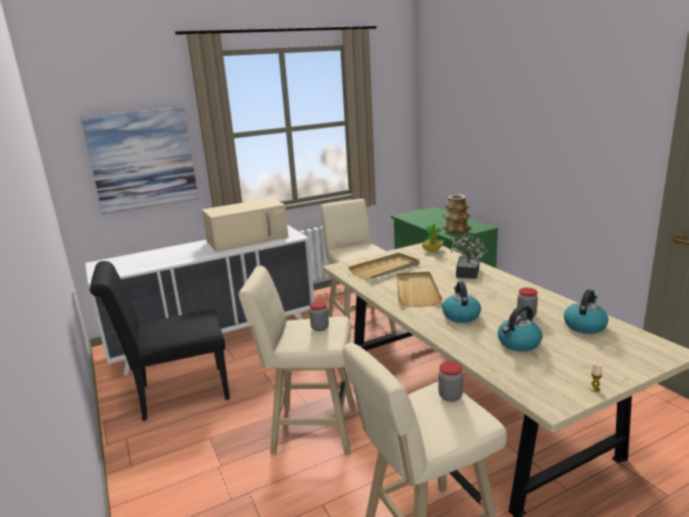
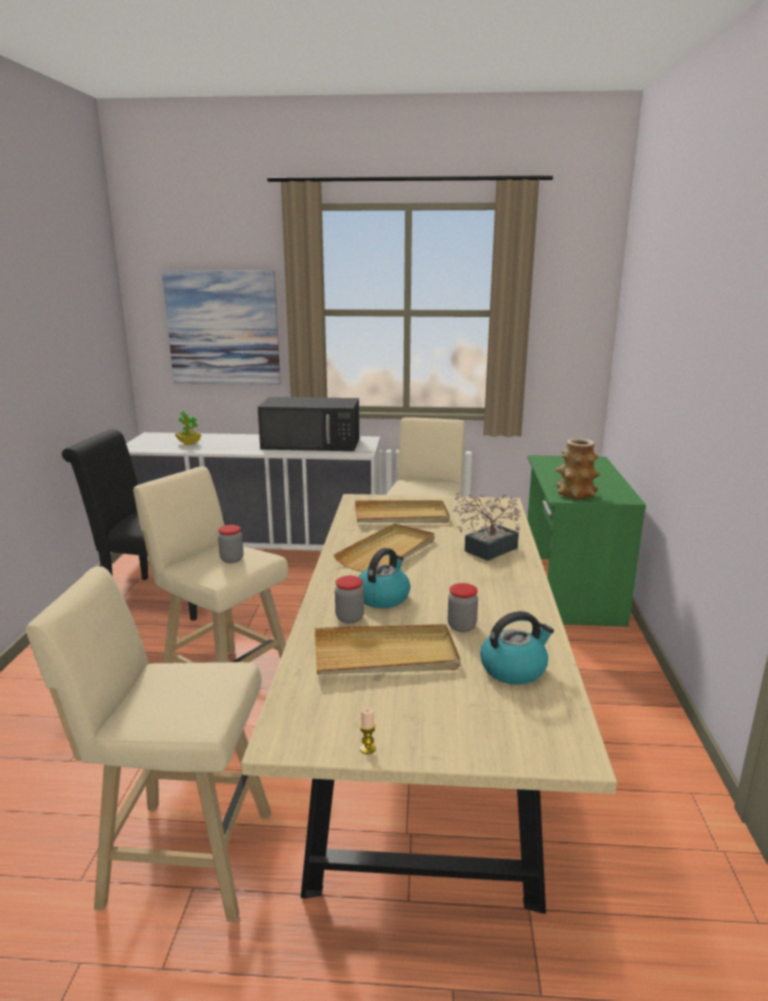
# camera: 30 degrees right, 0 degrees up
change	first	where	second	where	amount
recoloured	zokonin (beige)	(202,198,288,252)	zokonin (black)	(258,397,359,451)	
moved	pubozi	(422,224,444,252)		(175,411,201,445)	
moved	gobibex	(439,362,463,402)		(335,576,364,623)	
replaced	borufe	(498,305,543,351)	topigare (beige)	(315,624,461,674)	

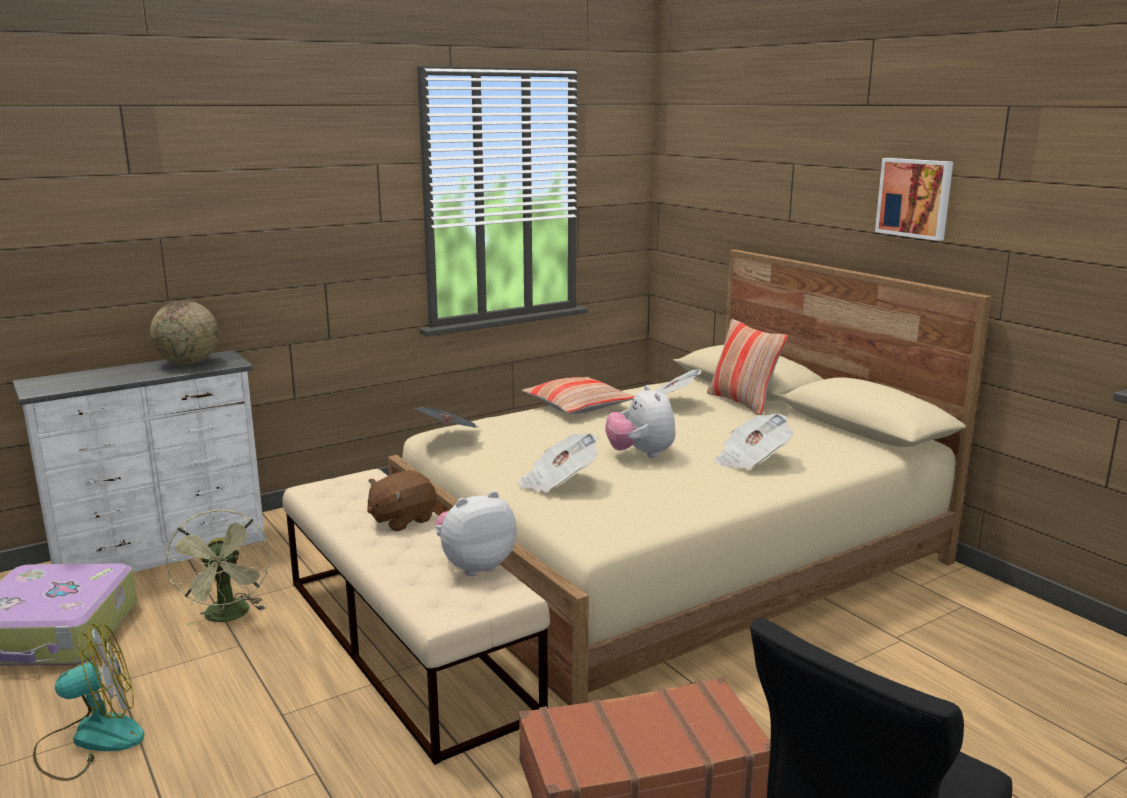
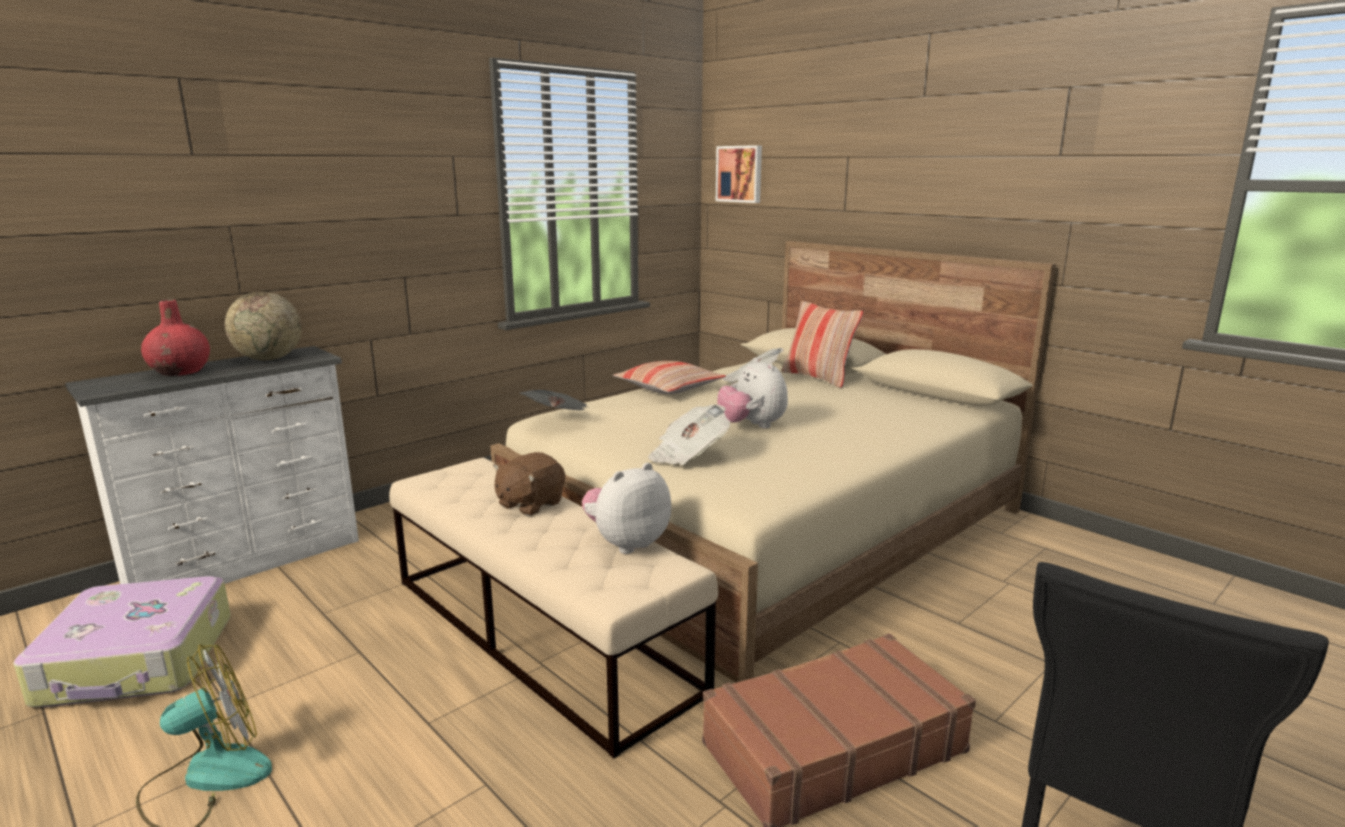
# camera: 10 degrees left, 0 degrees up
change	first	where	second	where	amount
removed	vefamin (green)	(166,509,271,626)			
removed	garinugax	(714,414,793,470)			
moved	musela	(875,158,953,241)		(716,145,762,203)	
added			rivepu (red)	(141,300,210,376)	

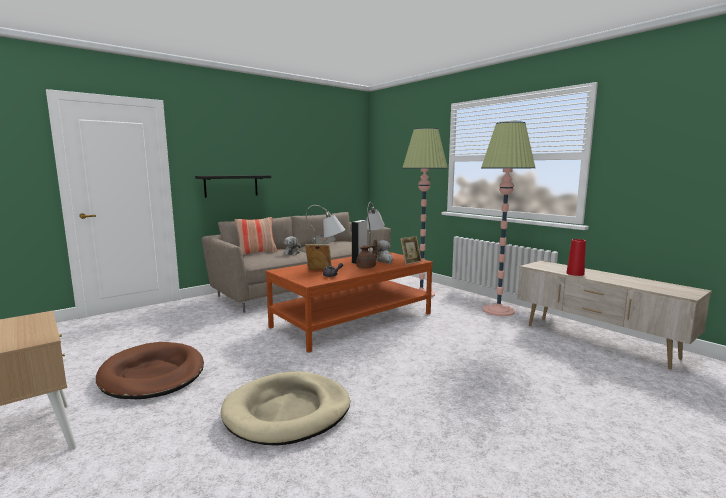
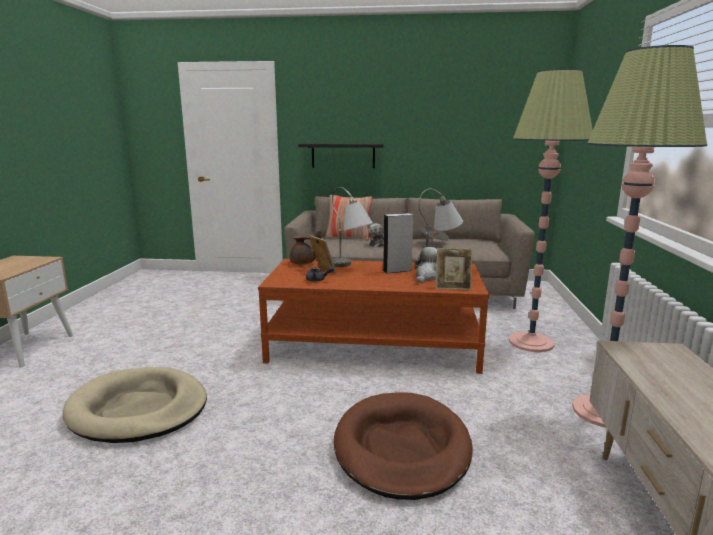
# camera: 45 degrees right, 5 degrees up
change	first	where	second	where	amount
moved	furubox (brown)	(96,342,204,399)		(334,392,473,500)	
moved	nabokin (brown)	(356,240,377,269)		(290,231,321,265)	
removed	rivepu (red)	(566,239,586,276)			

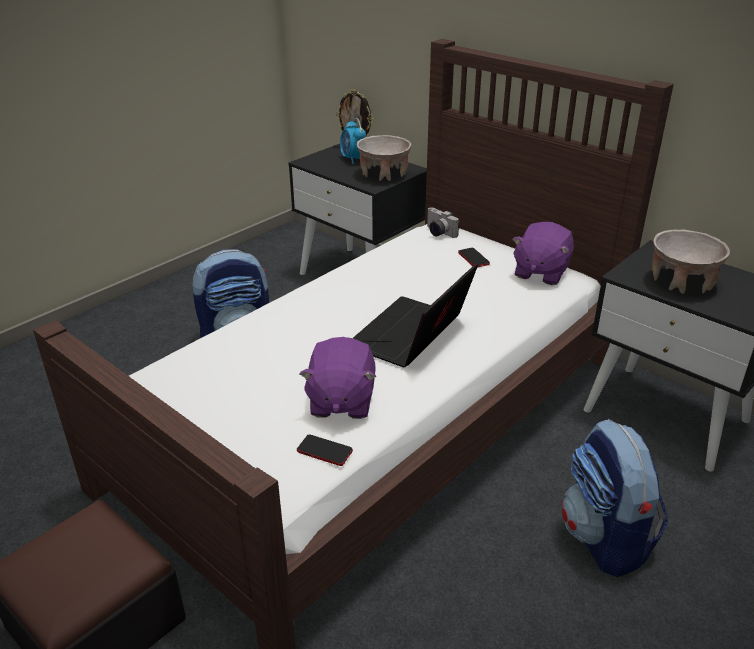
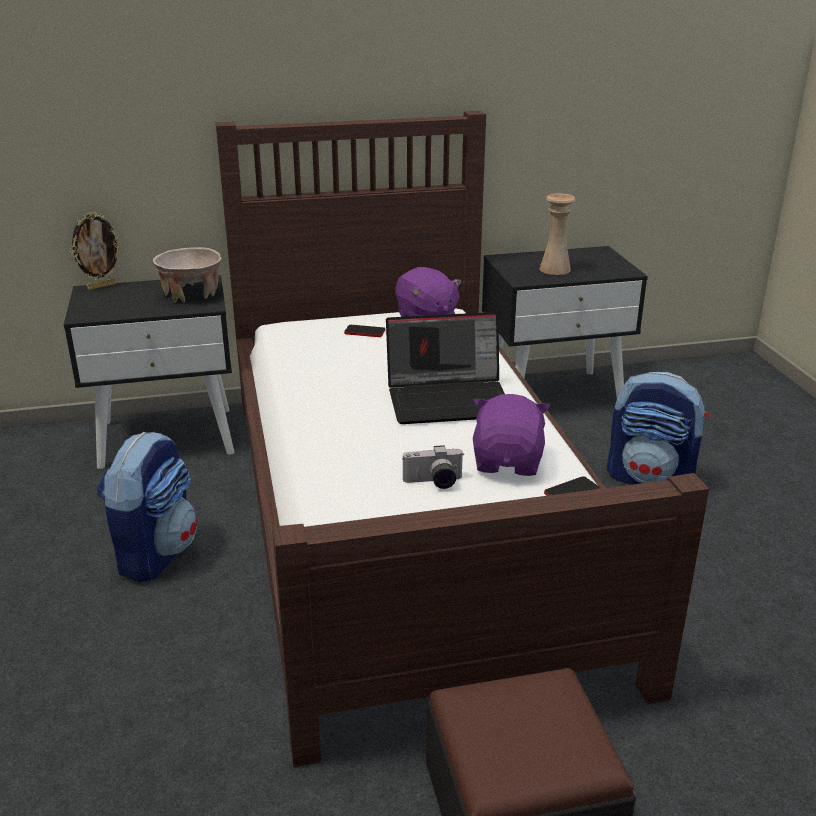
# camera: 55 degrees left, 5 degrees down
change	first	where	second	where	amount
turned	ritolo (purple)	(300,337,376,419)		(473,394,550,476)	120 degrees counterclockwise
removed	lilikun	(340,118,366,164)			
turned	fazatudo	(353,263,478,367)		(386,312,505,424)	75 degrees counterclockwise
moved	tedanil	(427,207,459,238)		(402,445,463,489)	
replaced	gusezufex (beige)	(652,229,730,294)	rivepu (beige)	(539,193,576,275)	

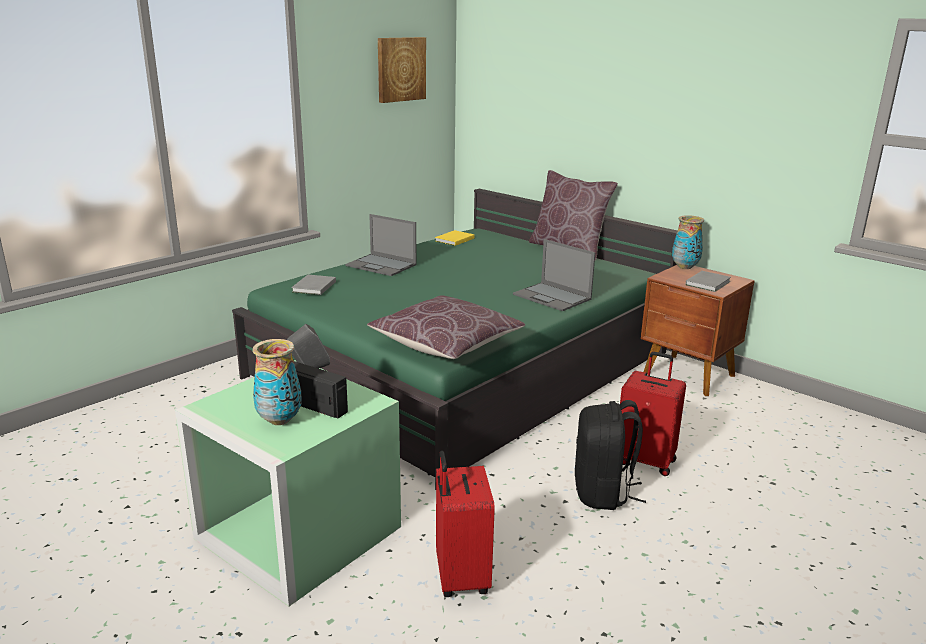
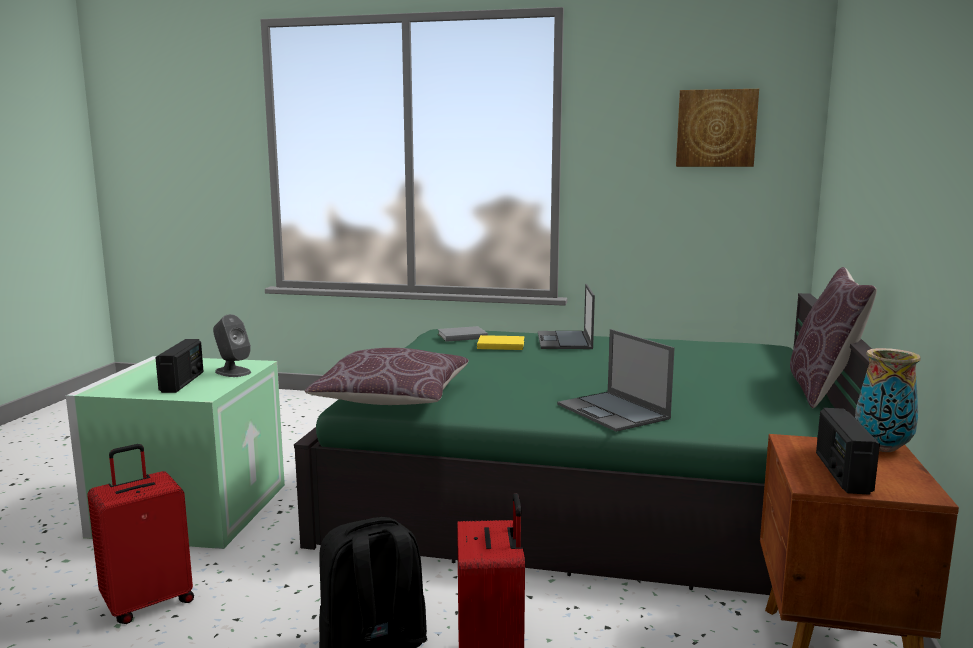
# camera: 60 degrees right, 10 degrees down
change	first	where	second	where	amount
removed	rivepu	(252,339,302,425)			
moved	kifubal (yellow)	(435,230,474,246)		(477,335,524,350)	
turned	fazatudo	(513,239,595,311)		(557,329,675,432)	45 degrees counterclockwise
replaced	kifubal (grey)	(685,271,731,292)	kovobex	(816,408,880,495)	

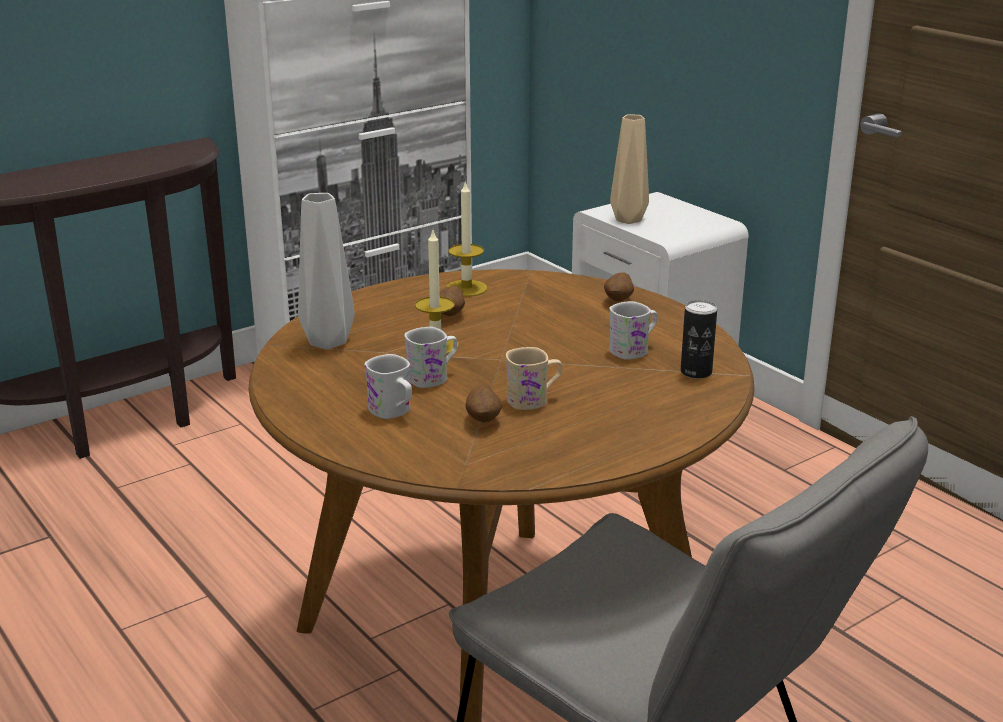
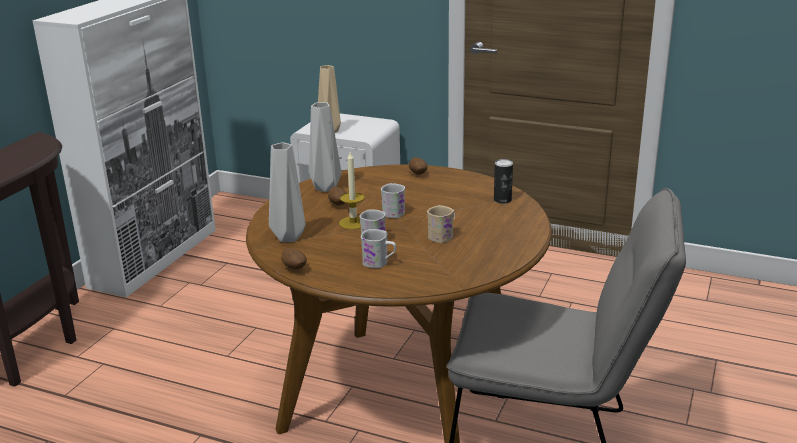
# camera: 30 degrees left, 0 degrees up
change	first	where	second	where	amount
replaced	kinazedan	(446,180,487,297)	rivepu (grey)	(309,102,341,192)	
moved	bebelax	(465,384,502,422)		(281,248,307,270)	
moved	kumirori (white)	(609,301,657,360)		(381,183,405,218)	

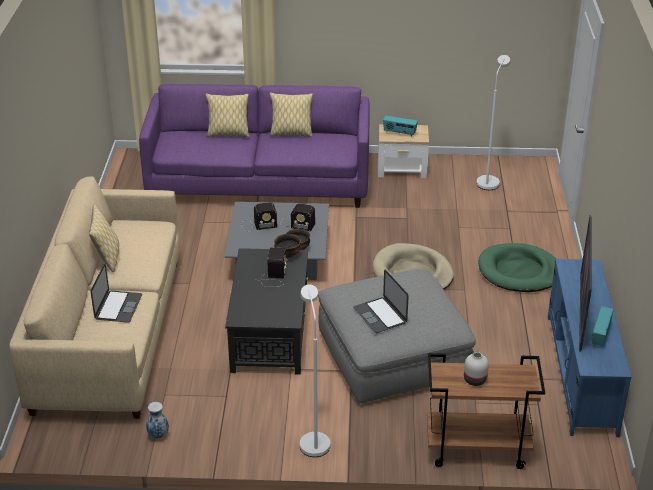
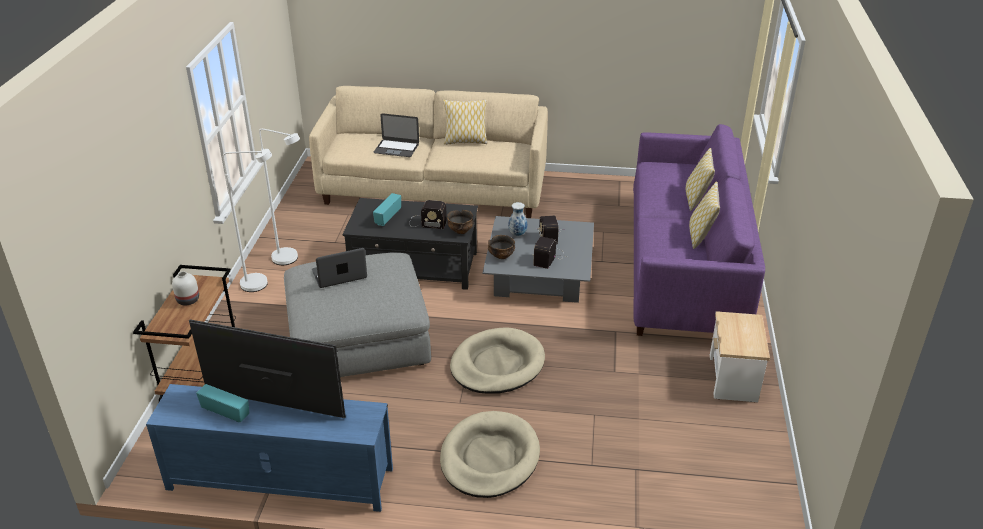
# camera: 95 degrees right, 0 degrees up
change	first	where	second	where	amount
moved	rivepu	(146,402,169,438)		(508,202,527,236)	
moved	kovobex	(383,116,418,136)		(373,193,401,226)	
moved	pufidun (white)	(476,55,510,190)		(259,129,300,265)	
recoloured	furubox (green)	(478,243,556,292)	furubox (beige)	(440,411,540,498)	

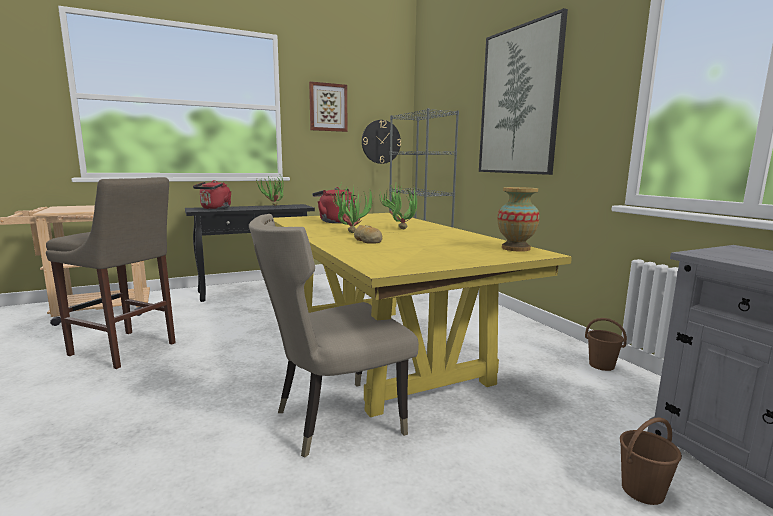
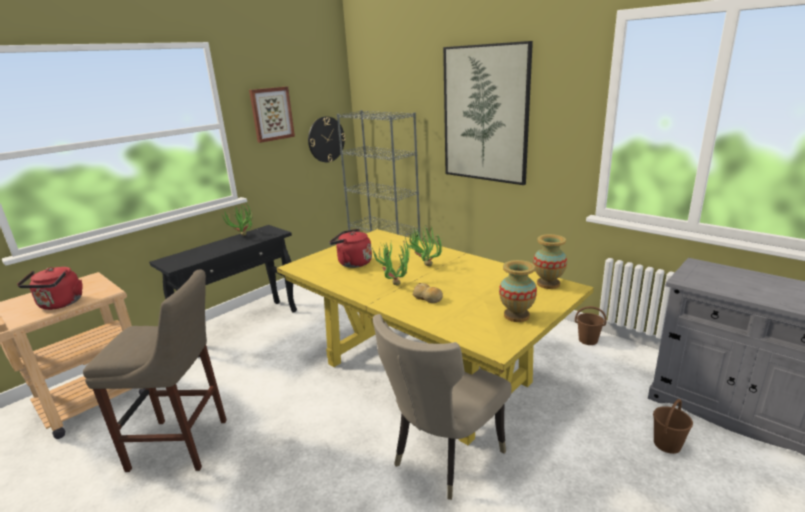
# camera: 20 degrees left, 10 degrees up
change	first	where	second	where	amount
moved	borufe (red)	(193,180,231,209)		(17,267,83,310)	
added			rivepu	(499,260,537,322)	

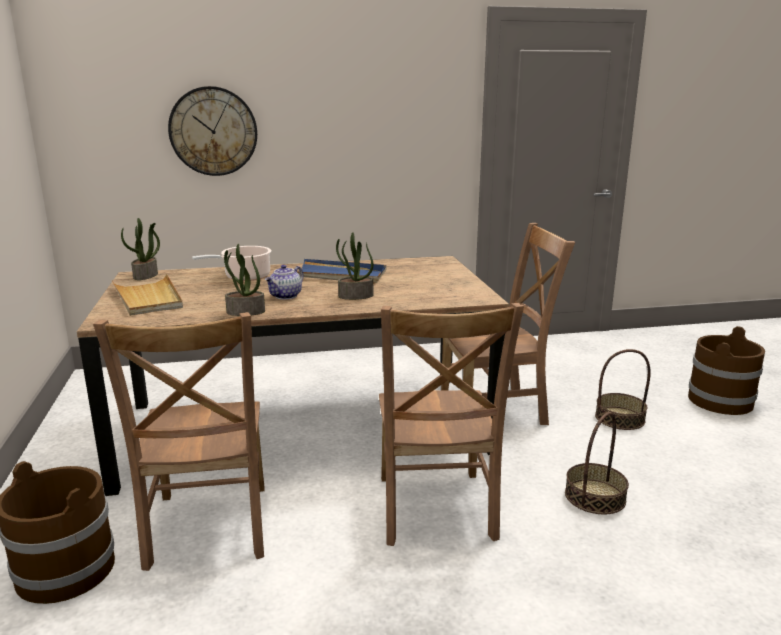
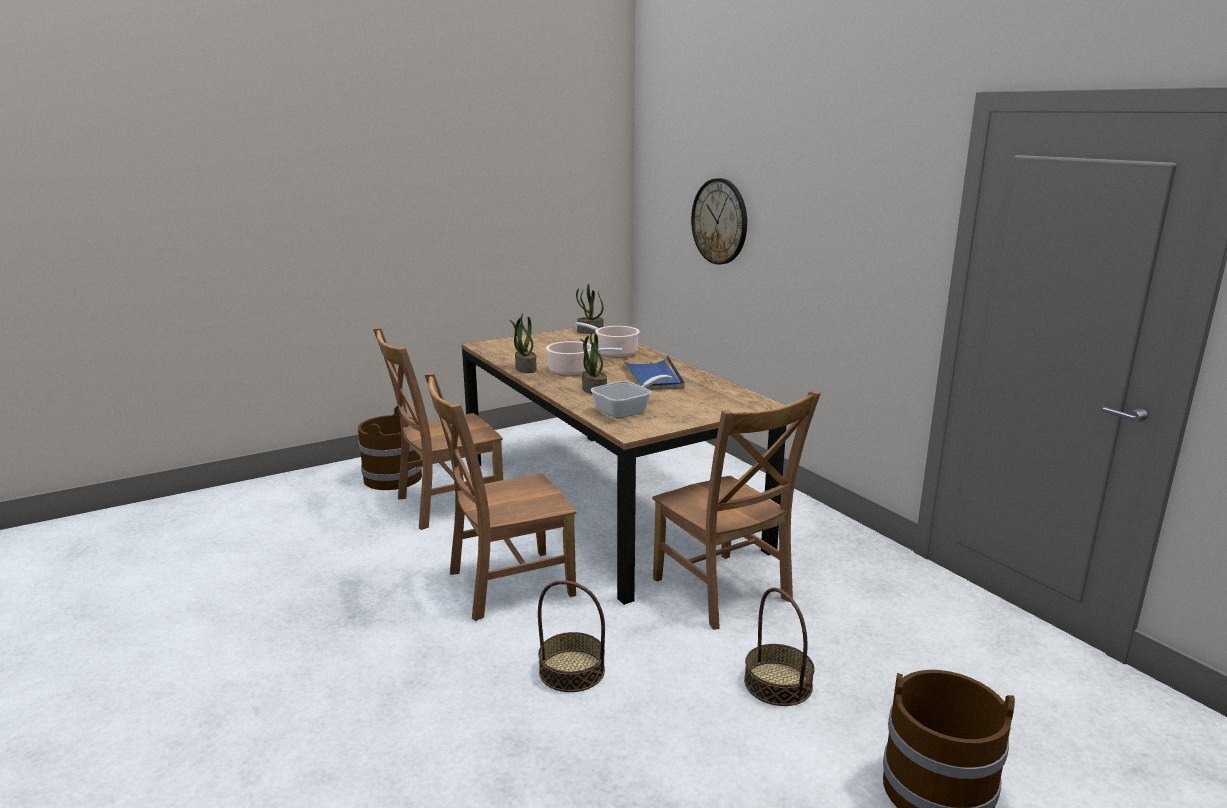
# camera: 70 degrees right, 0 degrees up
change	first	where	second	where	amount
removed	topigare (beige)	(112,274,183,316)			
replaced	nabokin	(265,265,304,300)	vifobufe	(546,341,622,377)	
added			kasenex	(591,375,672,419)	

